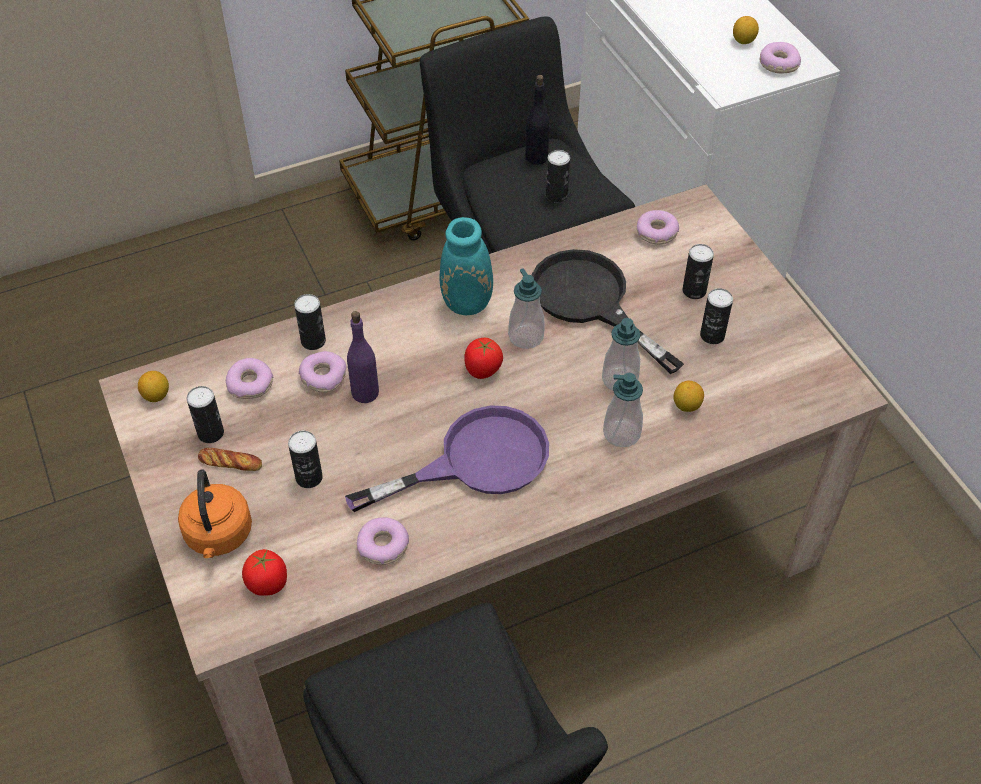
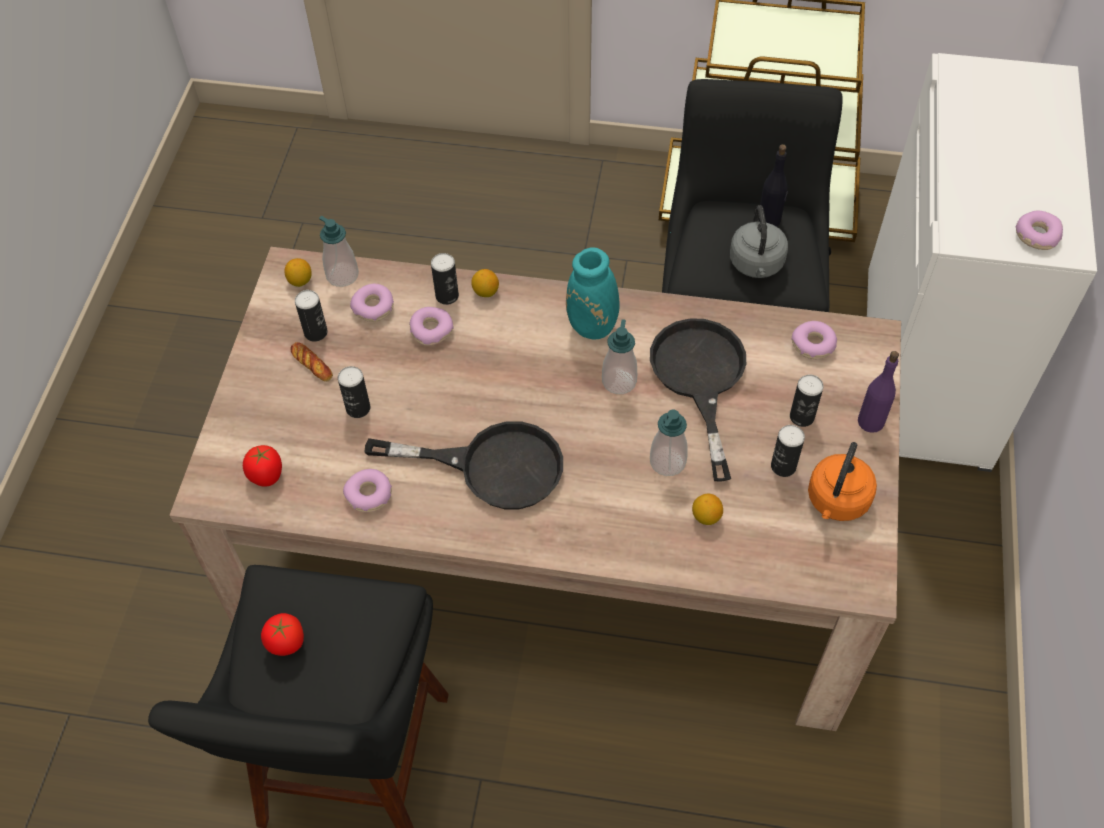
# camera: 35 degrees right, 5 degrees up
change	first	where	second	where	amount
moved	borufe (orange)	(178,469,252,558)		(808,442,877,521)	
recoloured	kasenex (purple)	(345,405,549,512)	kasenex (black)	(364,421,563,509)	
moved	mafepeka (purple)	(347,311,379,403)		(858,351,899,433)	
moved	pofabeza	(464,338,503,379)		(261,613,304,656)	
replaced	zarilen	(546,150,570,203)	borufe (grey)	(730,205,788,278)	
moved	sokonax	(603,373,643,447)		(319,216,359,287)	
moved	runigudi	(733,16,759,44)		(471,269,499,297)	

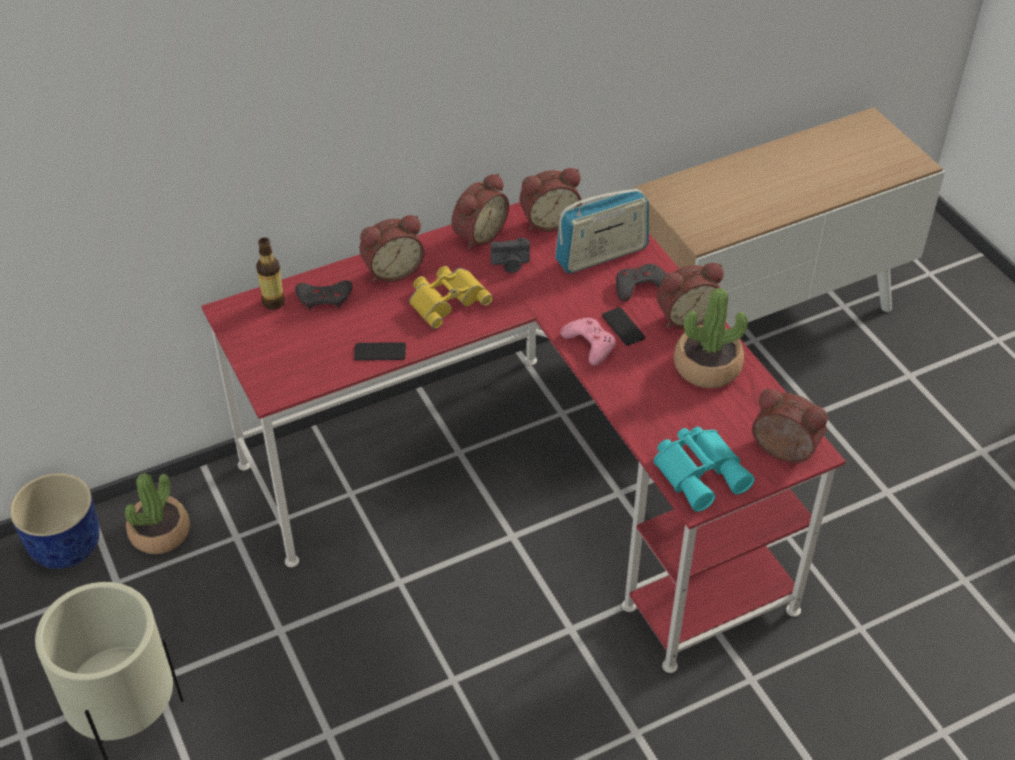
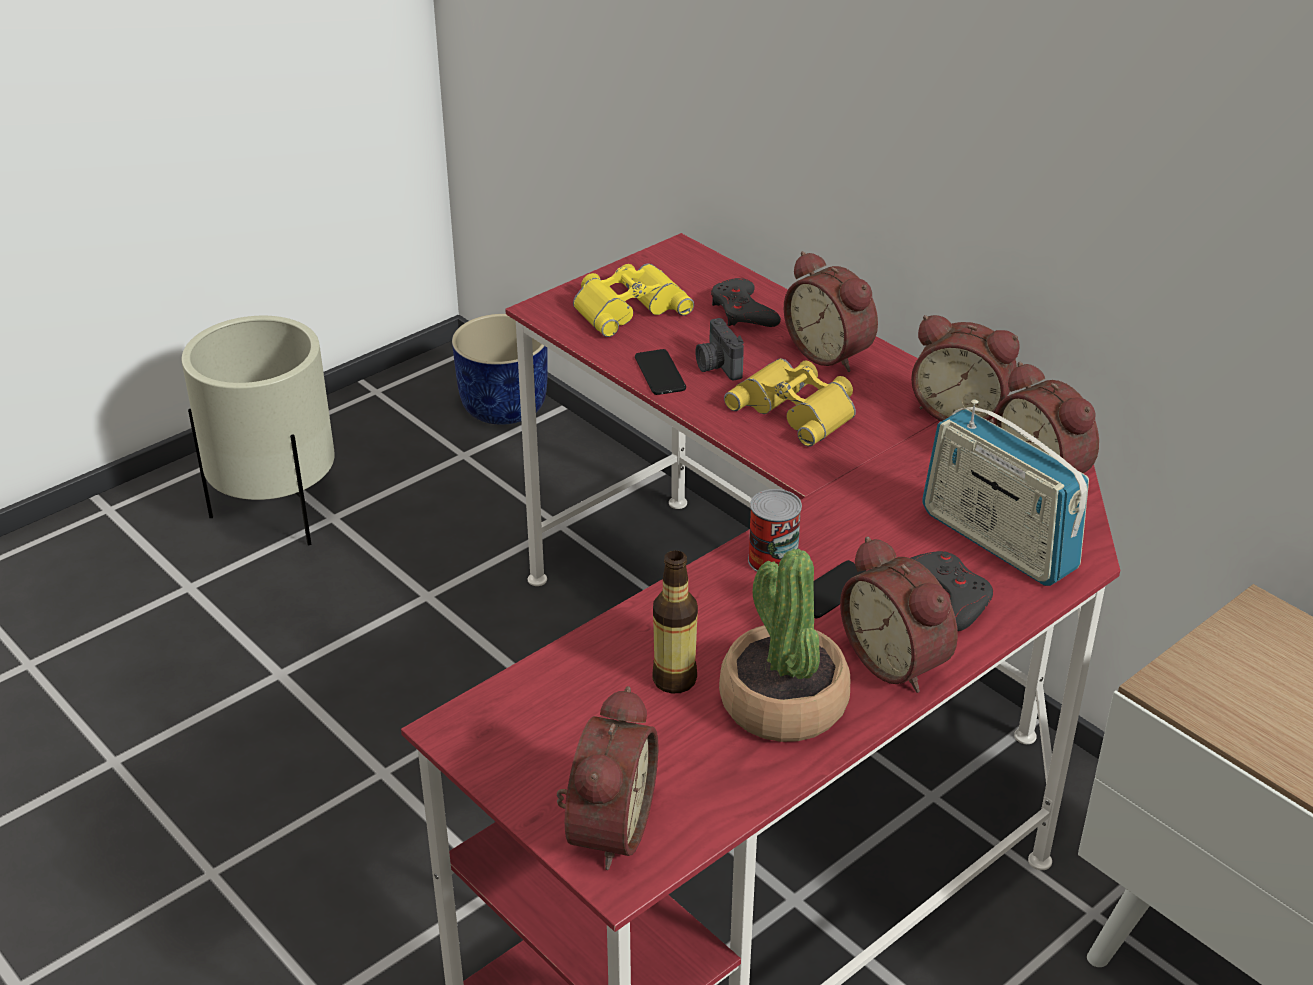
# camera: 75 degrees right, 10 degrees down
change	first	where	second	where	amount
removed	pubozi	(125,473,190,554)			
moved	mafepeka	(256,238,285,310)		(652,551,698,693)	
moved	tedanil	(491,238,530,273)		(695,318,744,380)	
replaced	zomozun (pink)	(560,318,616,366)	zarilen	(748,489,802,572)	
removed	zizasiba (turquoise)	(654,427,755,512)			
added			zizasiba (yellow)	(573,263,694,337)	

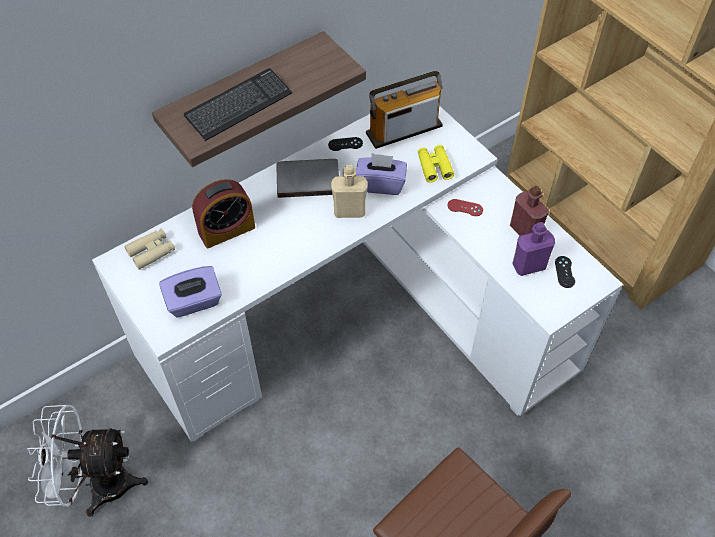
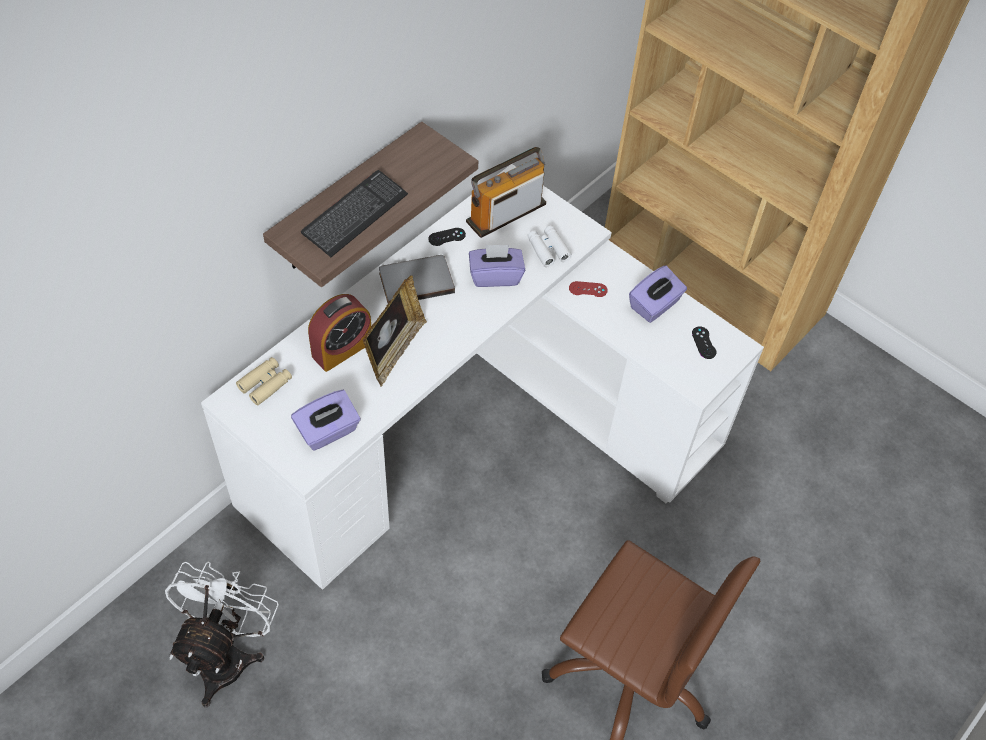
# camera: 15 degrees left, 0 degrees up
change	first	where	second	where	amount
turned	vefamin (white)	(27,405,148,517)		(165,561,279,707)	120 degrees clockwise
removed	mafepeka (beige)	(331,165,368,218)			
recoloured	zizasiba (yellow)	(418,145,454,183)	zizasiba (white)	(528,225,572,267)	
replaced	mafepeka (red)	(510,186,549,236)	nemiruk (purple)	(629,265,687,323)	
removed	mafepeka (purple)	(513,222,555,276)			
added			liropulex	(363,275,427,387)	

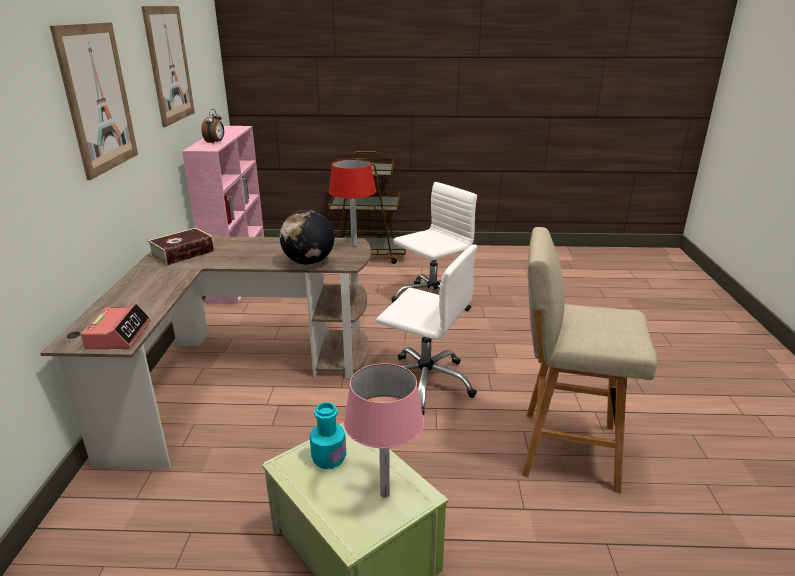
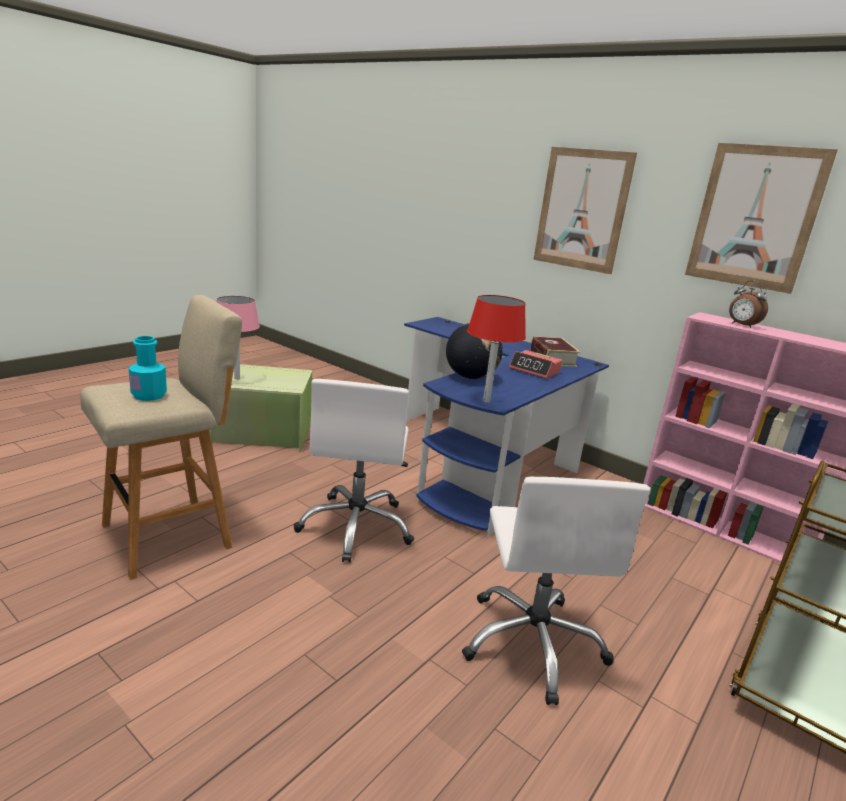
# camera: 125 degrees right, 5 degrees down
change	first	where	second	where	amount
recoloured	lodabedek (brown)	(40,237,371,468)	lodabedek (blue)	(404,317,609,537)	
moved	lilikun	(81,304,151,349)		(509,350,562,379)	
moved	mafepeka (turquoise)	(310,402,346,469)		(129,336,167,401)	
turned	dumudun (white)	(376,244,477,415)		(294,379,414,563)	60 degrees counterclockwise

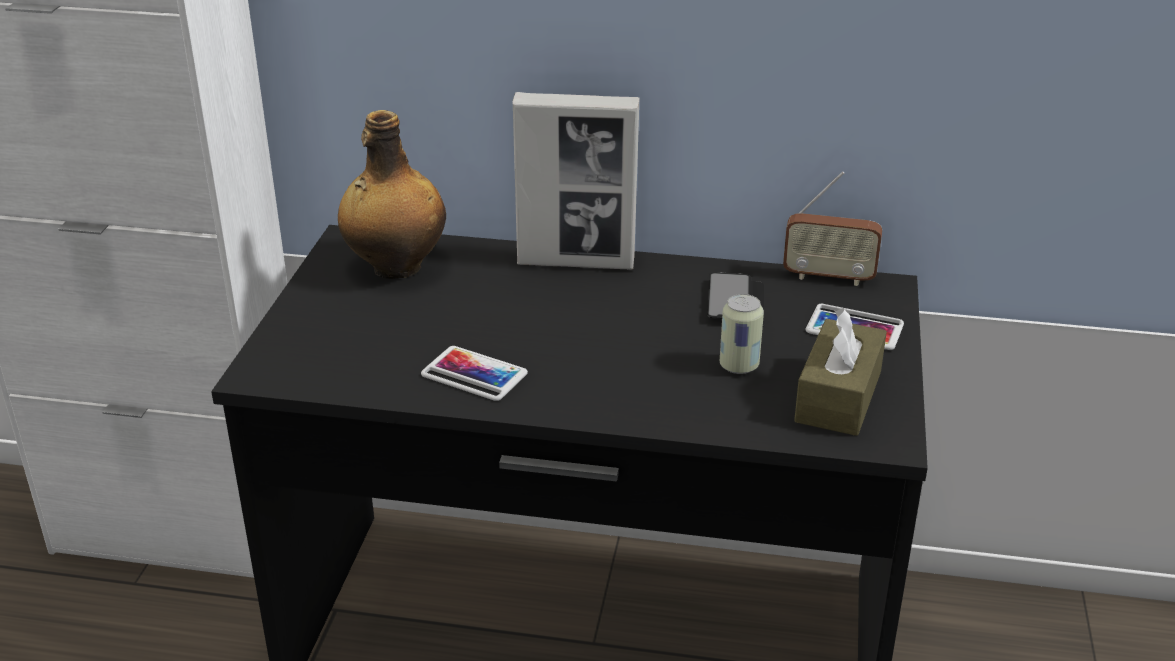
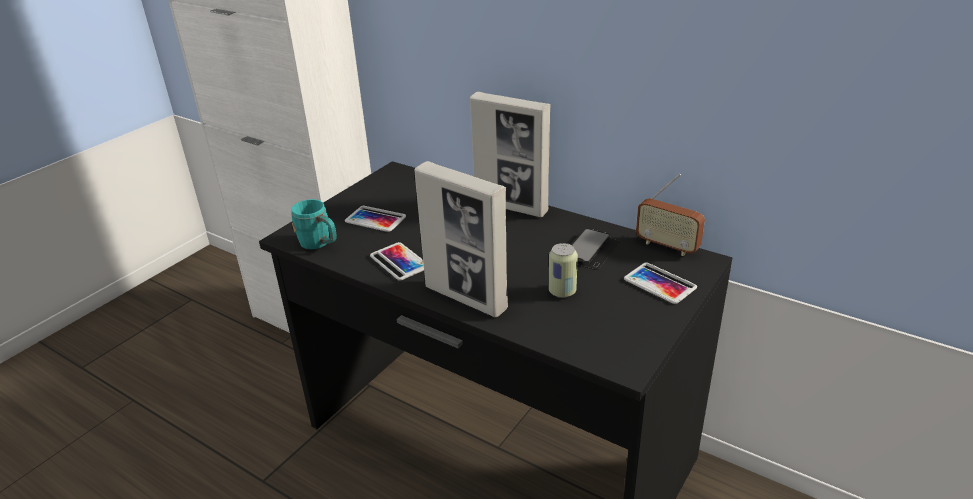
# camera: 25 degrees right, 0 degrees up
change	first	where	second	where	amount
removed	mafepeka	(338,110,446,279)			
removed	nemiruk (brown)	(794,308,887,436)			
added			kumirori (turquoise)	(291,199,337,250)	
added			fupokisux	(345,206,406,232)	
added			liropulex	(414,161,508,317)	

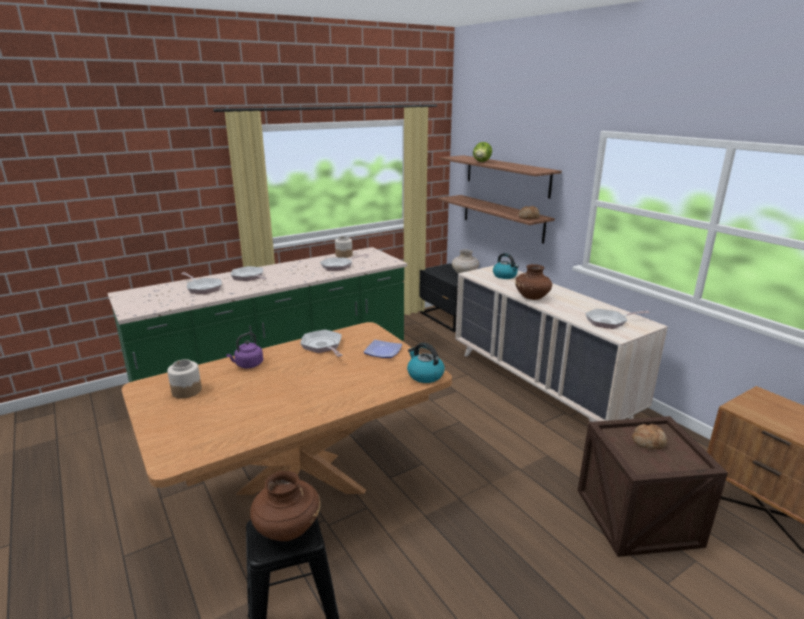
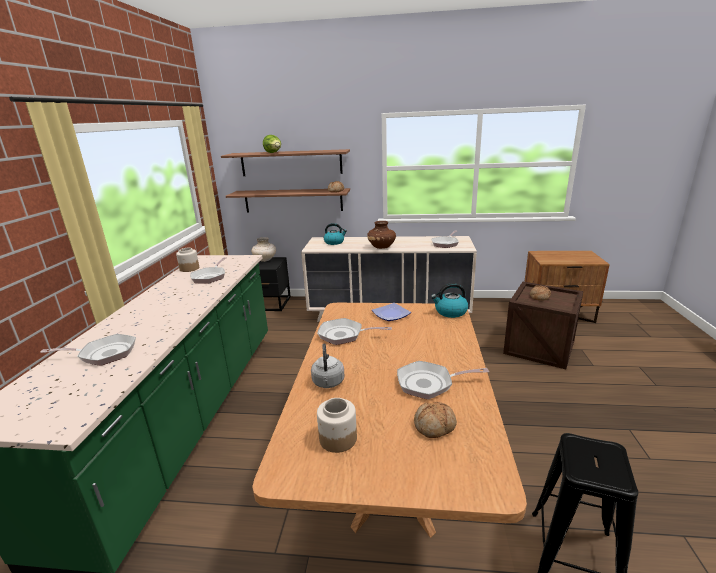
# camera: 50 degrees left, 0 degrees up
change	first	where	second	where	amount
recoloured	borufe (purple)	(226,332,263,368)	borufe (grey)	(311,344,344,388)	
moved	kasenex	(231,266,267,281)		(397,361,489,400)	
removed	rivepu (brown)	(250,471,320,541)			
added			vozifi	(414,402,457,438)	

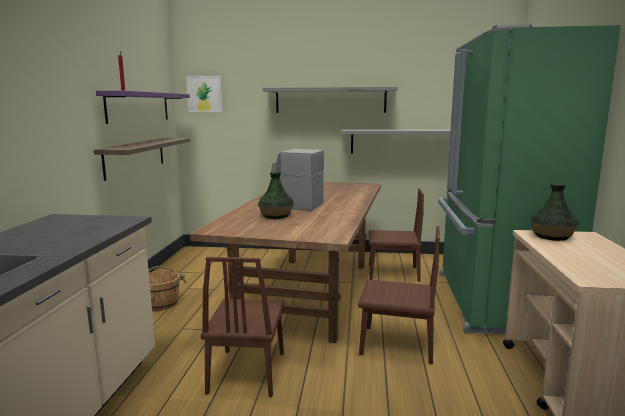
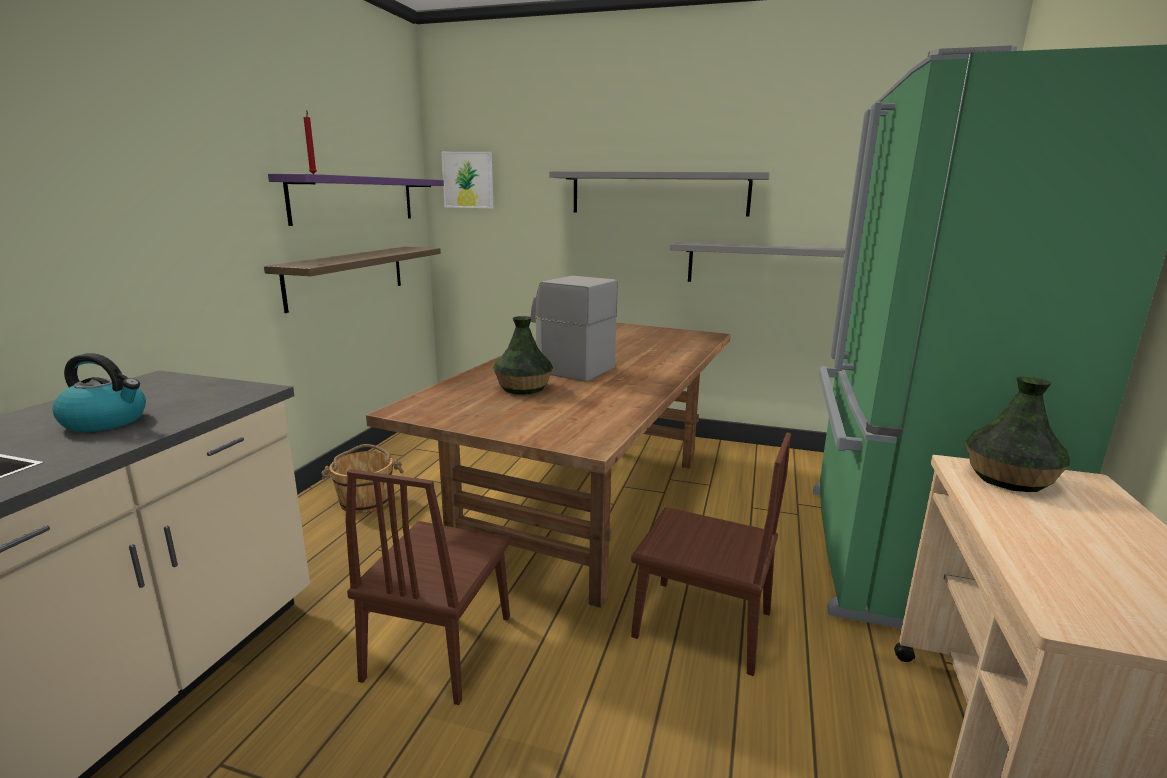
# camera: 10 degrees right, 5 degrees up
change	first	where	second	where	amount
removed	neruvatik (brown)	(369,188,424,282)			
added			borufe	(52,353,146,432)	

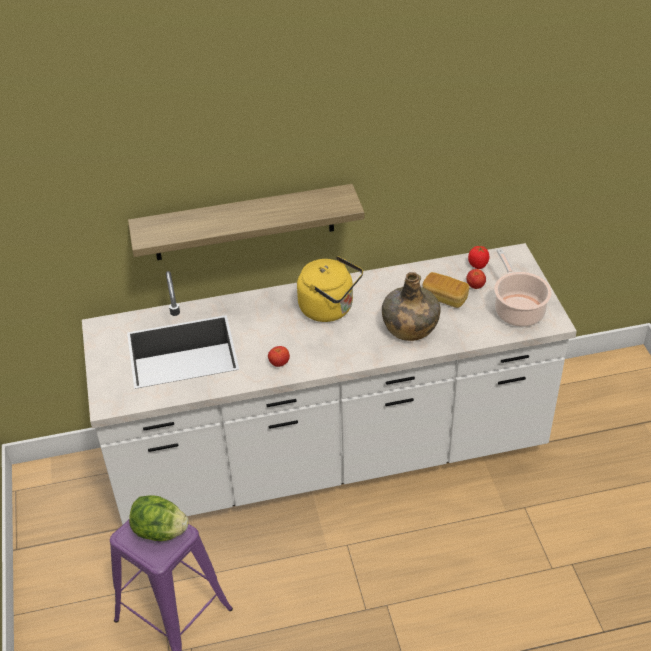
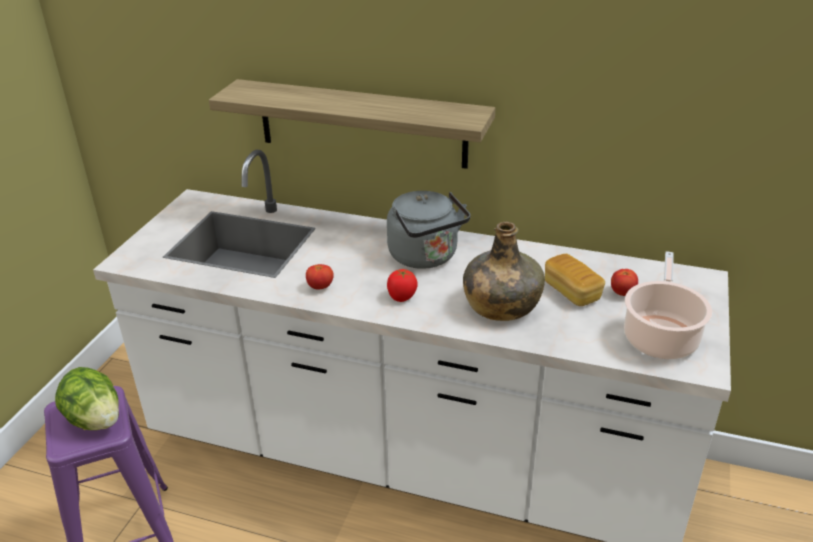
# camera: 30 degrees right, 10 degrees down
change	first	where	second	where	amount
recoloured	borufe (yellow)	(297,256,363,322)	borufe (grey)	(387,191,470,269)	
moved	pofabeza	(468,246,489,269)		(387,269,418,302)	

